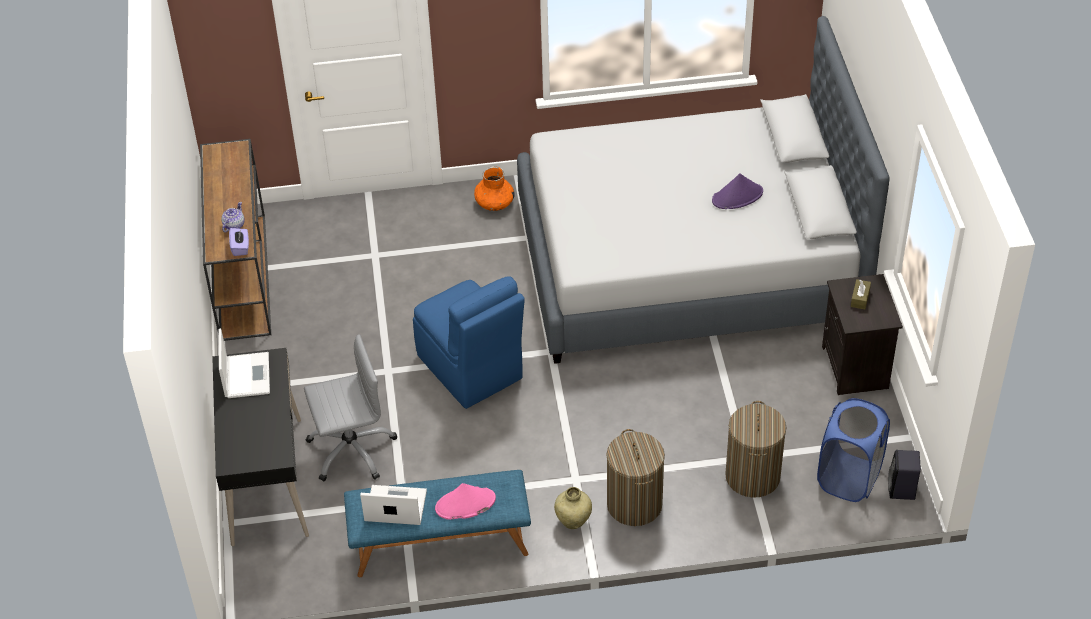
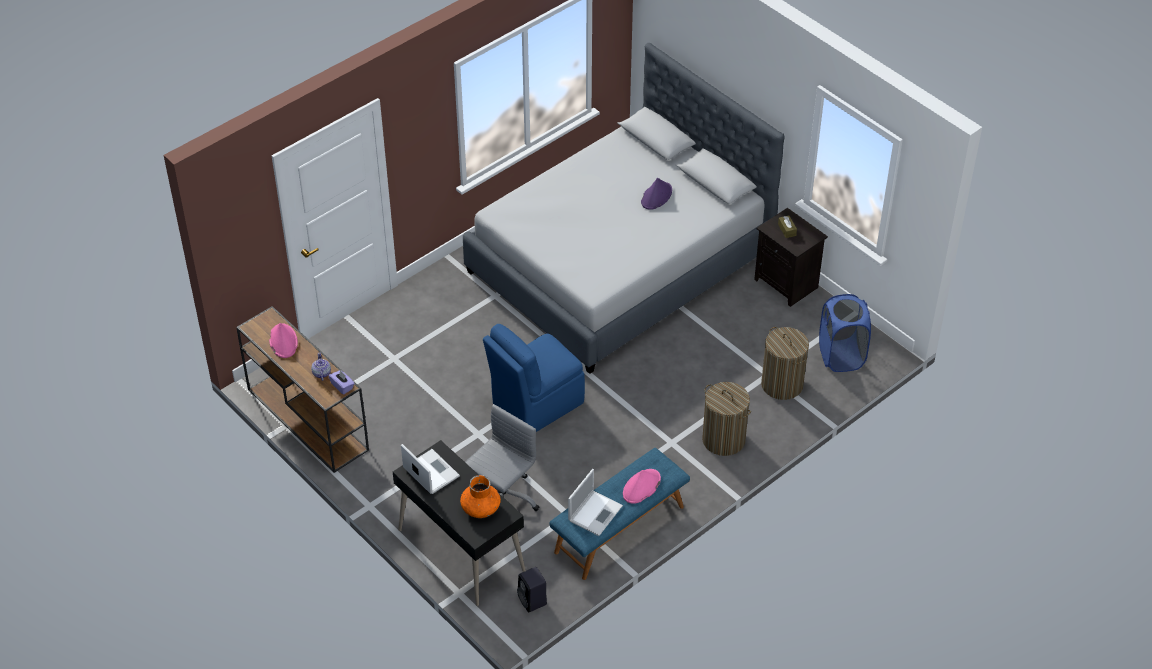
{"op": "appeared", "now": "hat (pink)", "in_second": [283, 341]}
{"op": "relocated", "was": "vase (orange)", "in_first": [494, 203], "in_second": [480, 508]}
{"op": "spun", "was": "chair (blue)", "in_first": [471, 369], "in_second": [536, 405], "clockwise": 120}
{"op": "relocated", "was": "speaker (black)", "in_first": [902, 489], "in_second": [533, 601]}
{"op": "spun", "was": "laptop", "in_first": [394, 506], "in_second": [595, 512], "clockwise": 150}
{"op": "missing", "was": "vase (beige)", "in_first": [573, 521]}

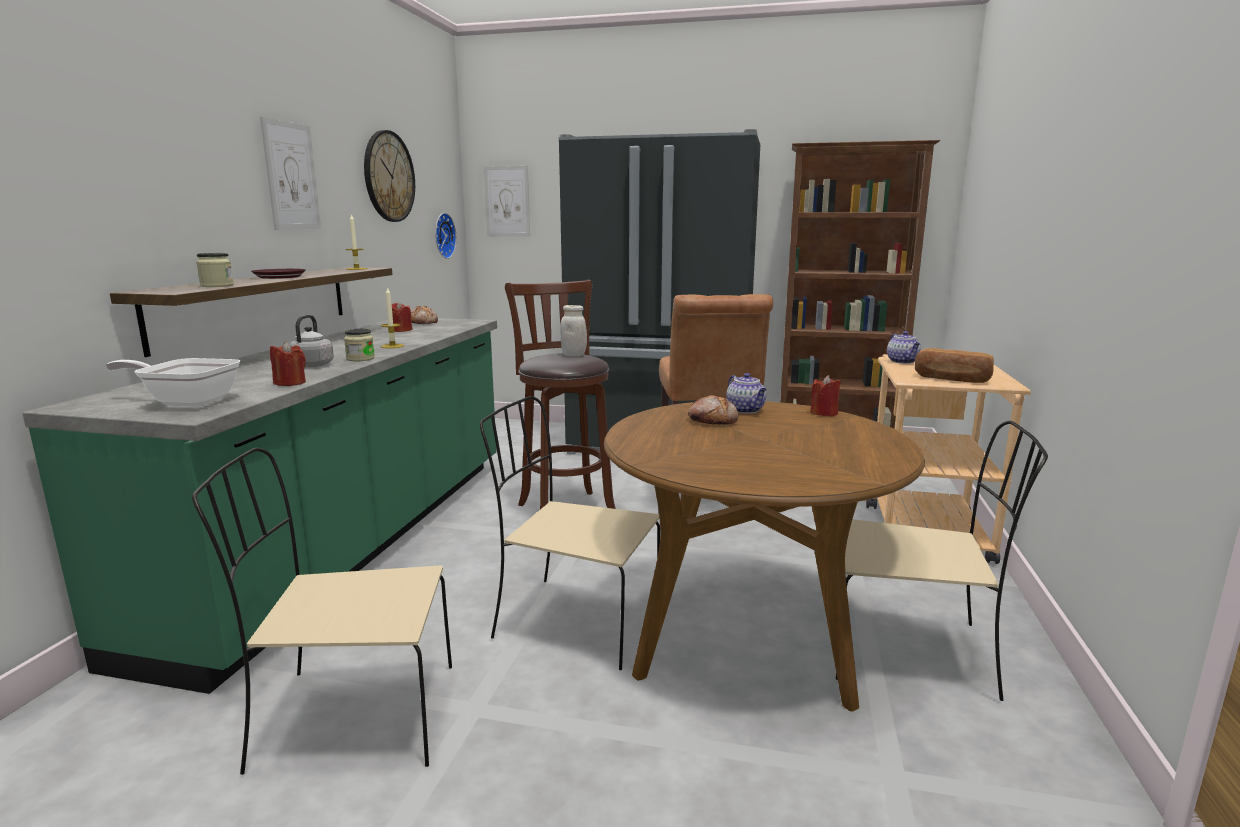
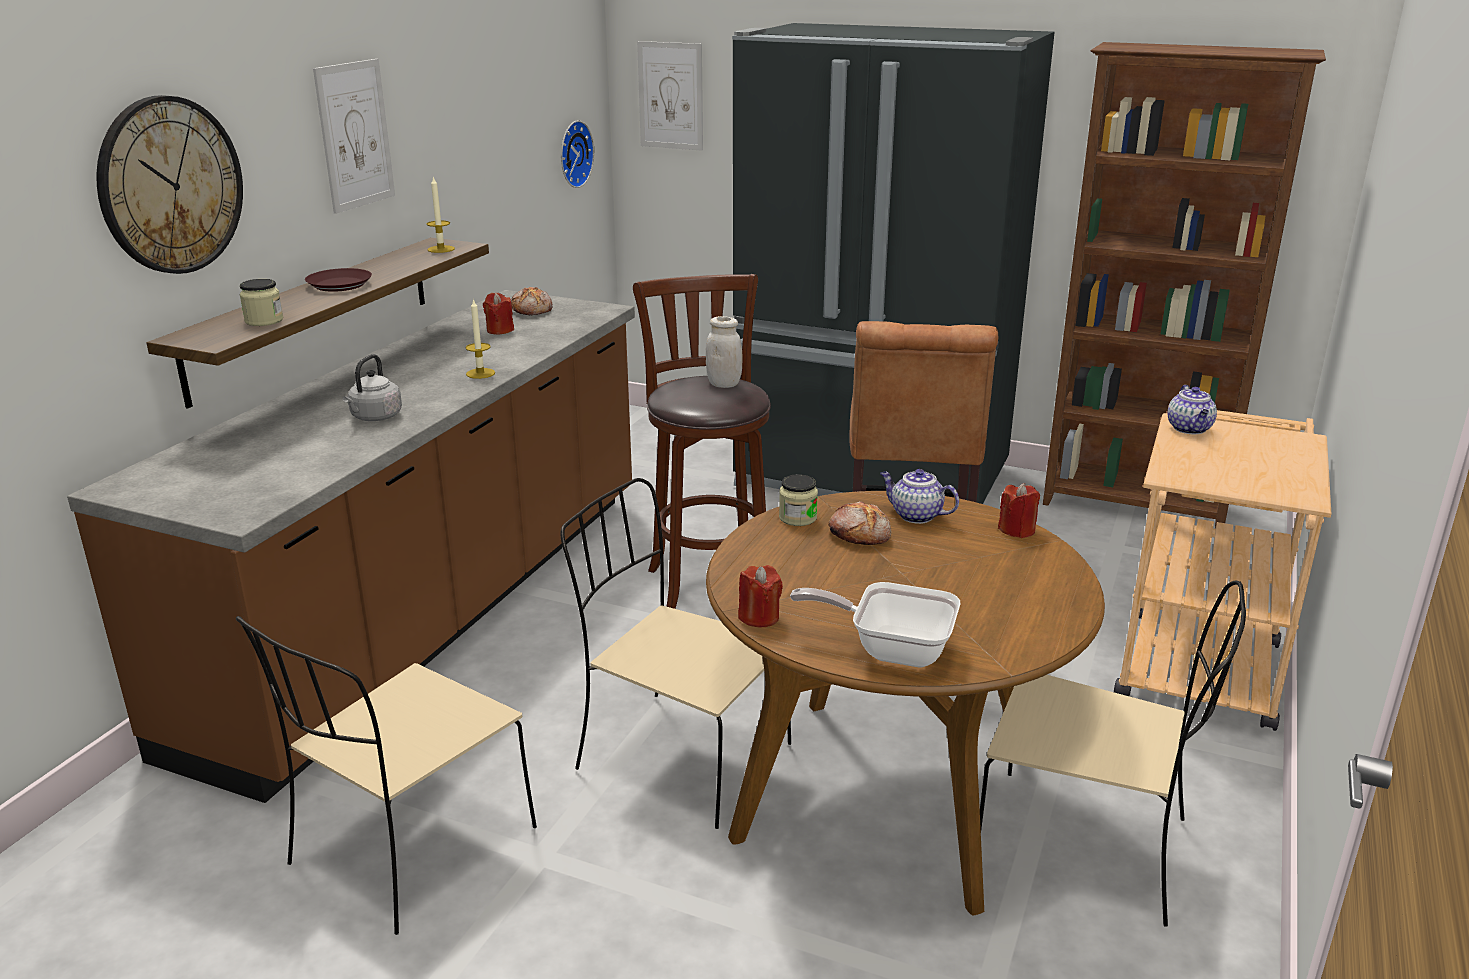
{"op": "colour", "was": "counter (green)", "now": "counter (brown)", "in_first": [354, 542], "in_second": [435, 612]}
{"op": "relocated", "was": "wall clock", "in_first": [388, 176], "in_second": [170, 185]}
{"op": "spun", "was": "chair (beige)", "in_first": [351, 717], "in_second": [409, 849], "clockwise": -60}
{"op": "relocated", "was": "candle (red)", "in_first": [290, 383], "in_second": [759, 617]}
{"op": "relocated", "was": "jar", "in_first": [360, 359], "in_second": [797, 518]}
{"op": "relocated", "was": "frying pan", "in_first": [186, 401], "in_second": [891, 649]}
{"op": "spun", "was": "teapot", "in_first": [746, 410], "in_second": [915, 515], "clockwise": 135}
{"op": "missing", "was": "bread", "in_first": [951, 379]}

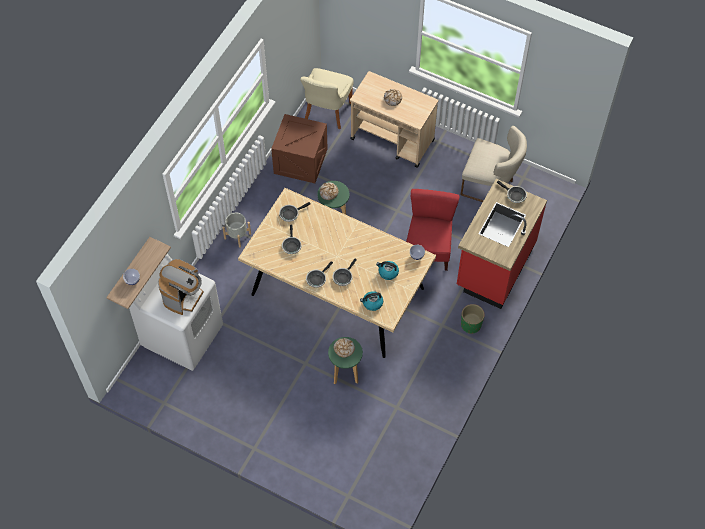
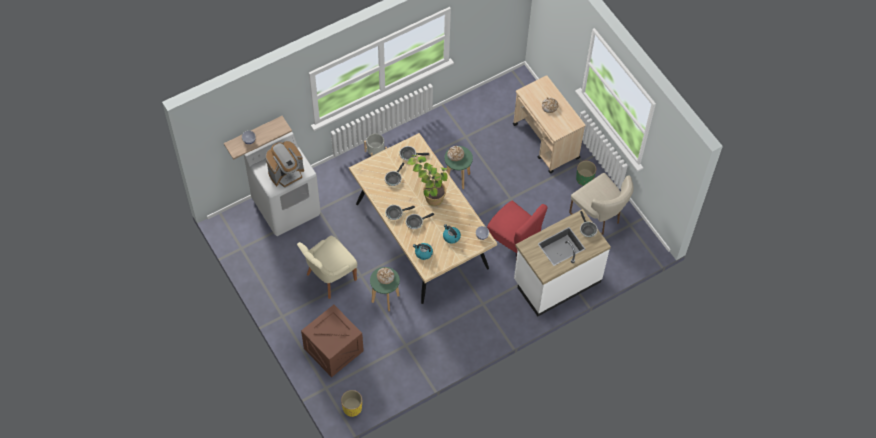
{"op": "relocated", "was": "chair (beige)", "in_first": [327, 112], "in_second": [329, 277]}
{"op": "relocated", "was": "crate", "in_first": [300, 161], "in_second": [333, 349]}
{"op": "appeared", "now": "planter (yellow)", "in_second": [352, 408]}
{"op": "appeared", "now": "potted plant", "in_second": [429, 191]}
{"op": "spun", "was": "chair (red)", "in_first": [428, 249], "in_second": [513, 241], "clockwise": 90}
{"op": "colour", "was": "counter (red)", "now": "counter (white)", "in_first": [494, 265], "in_second": [556, 281]}
{"op": "relocated", "was": "planter (green)", "in_first": [471, 325], "in_second": [584, 179]}

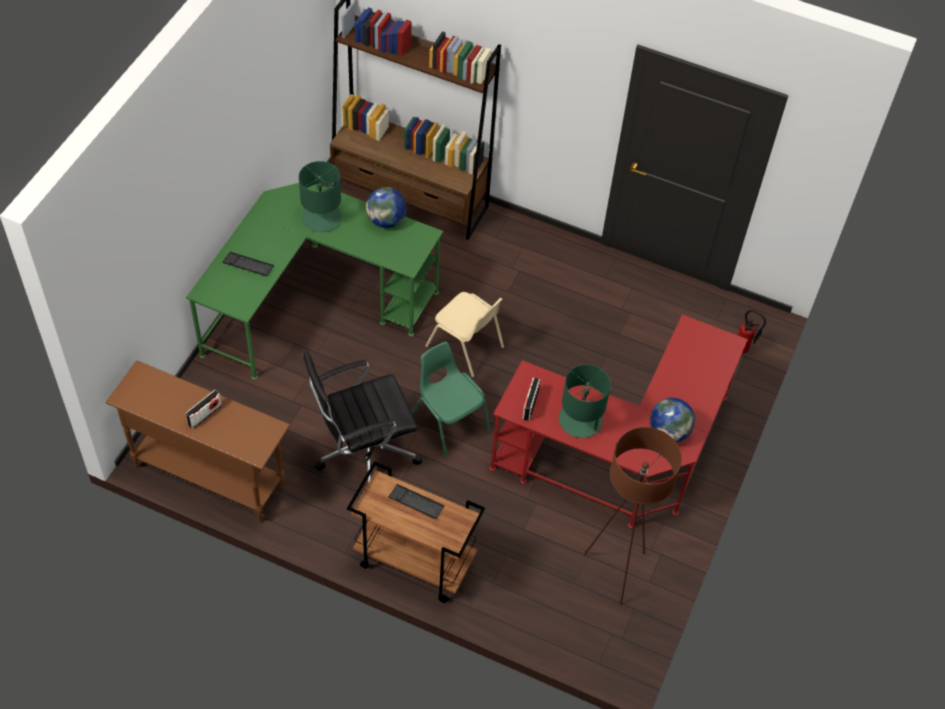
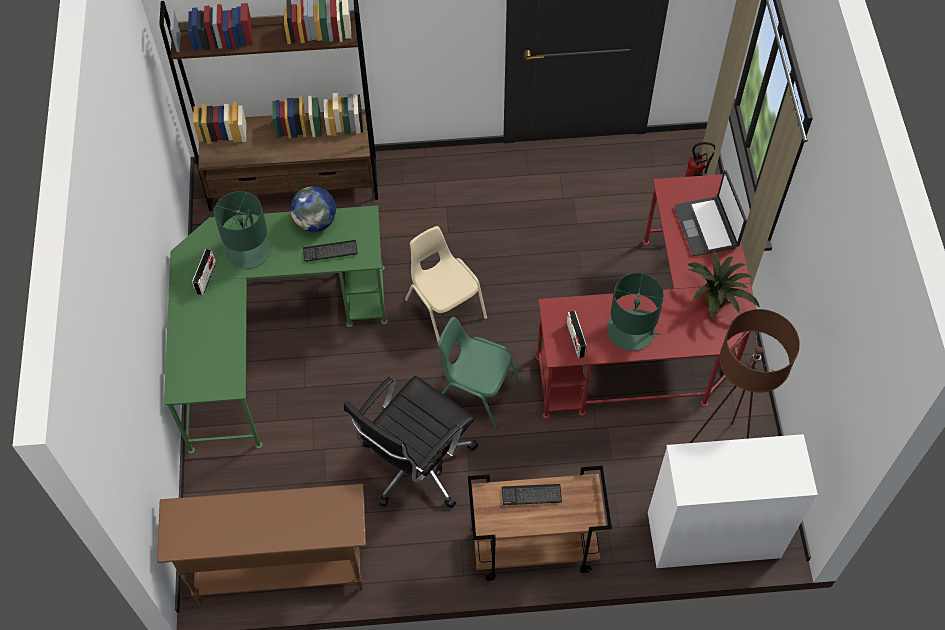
{"op": "relocated", "was": "radio", "in_first": [205, 415], "in_second": [206, 278]}
{"op": "relocated", "was": "keyboard", "in_first": [248, 264], "in_second": [330, 251]}
{"op": "spun", "was": "chair (beige)", "in_first": [465, 347], "in_second": [444, 308], "clockwise": -135}
{"op": "appeared", "now": "dresser (white)", "in_second": [713, 535]}
{"op": "appeared", "now": "laptop", "in_second": [707, 227]}
{"op": "exchanged", "was": "globe", "now": "potted plant", "in_first": [669, 432], "in_second": [716, 300]}

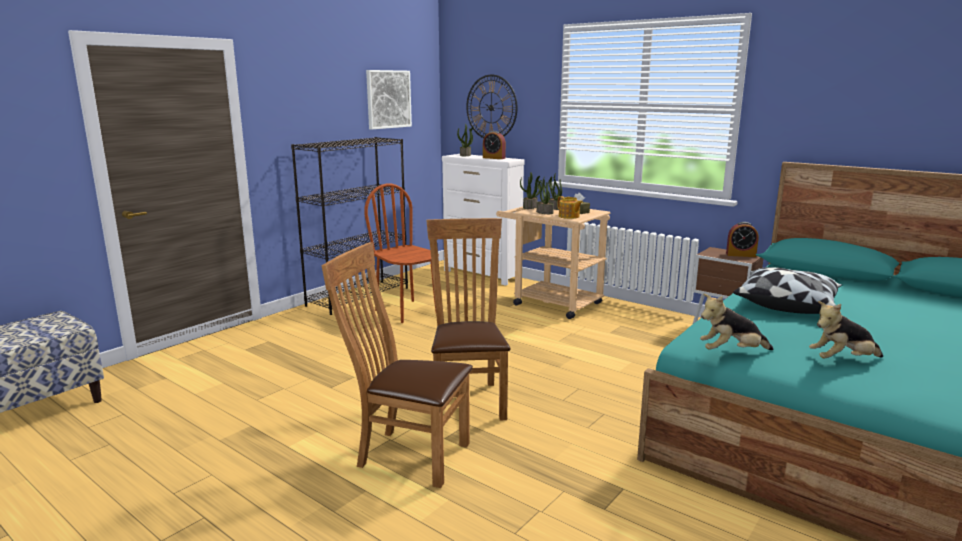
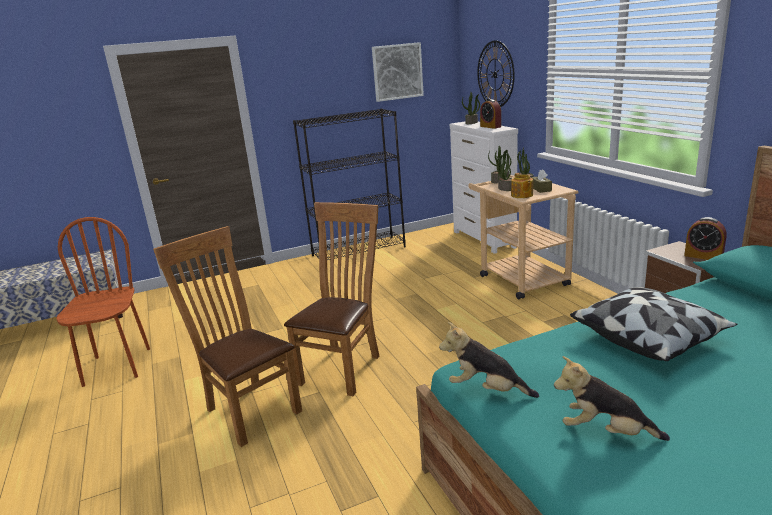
{"op": "relocated", "was": "chair (brown)", "in_first": [407, 311], "in_second": [117, 367]}

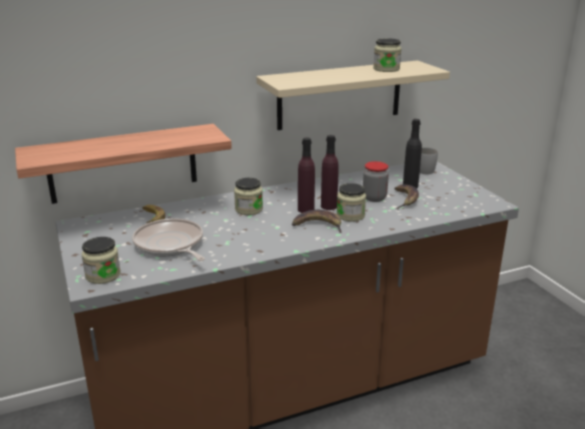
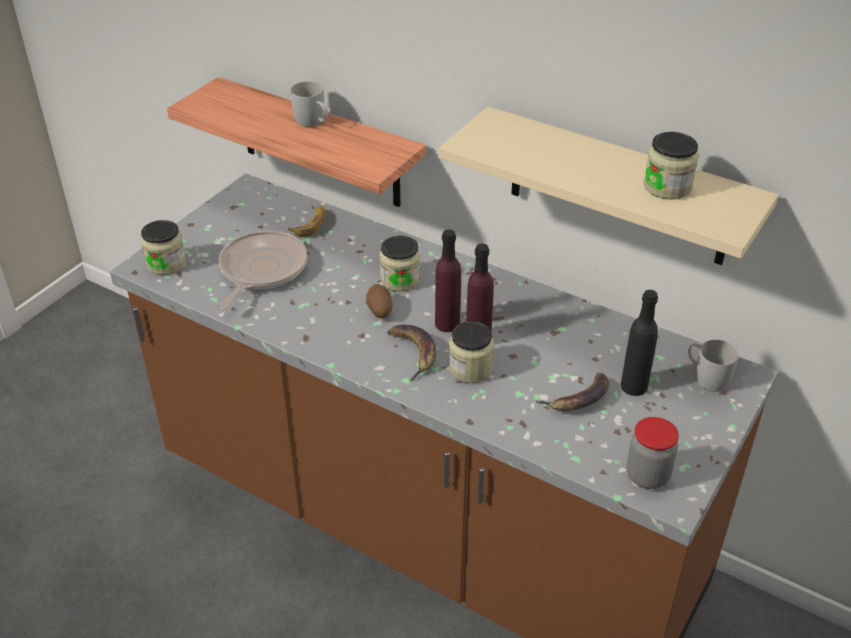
{"op": "appeared", "now": "mug (white)", "in_second": [313, 122]}
{"op": "appeared", "now": "potato", "in_second": [379, 311]}
{"op": "relocated", "was": "jar", "in_first": [374, 198], "in_second": [647, 476]}

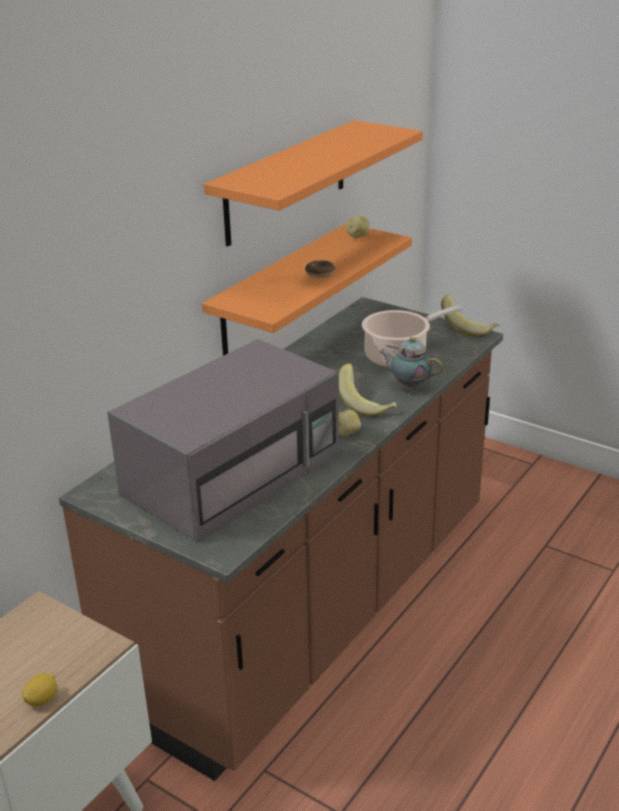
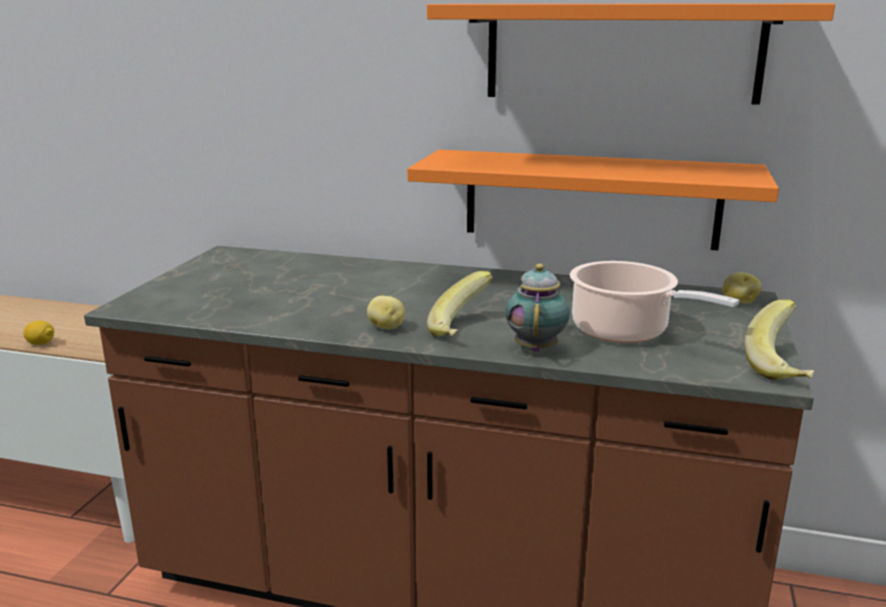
{"op": "relocated", "was": "potato", "in_first": [357, 236], "in_second": [738, 302]}
{"op": "missing", "was": "microwave (grey)", "in_first": [234, 472]}
{"op": "missing", "was": "donut", "in_first": [320, 274]}

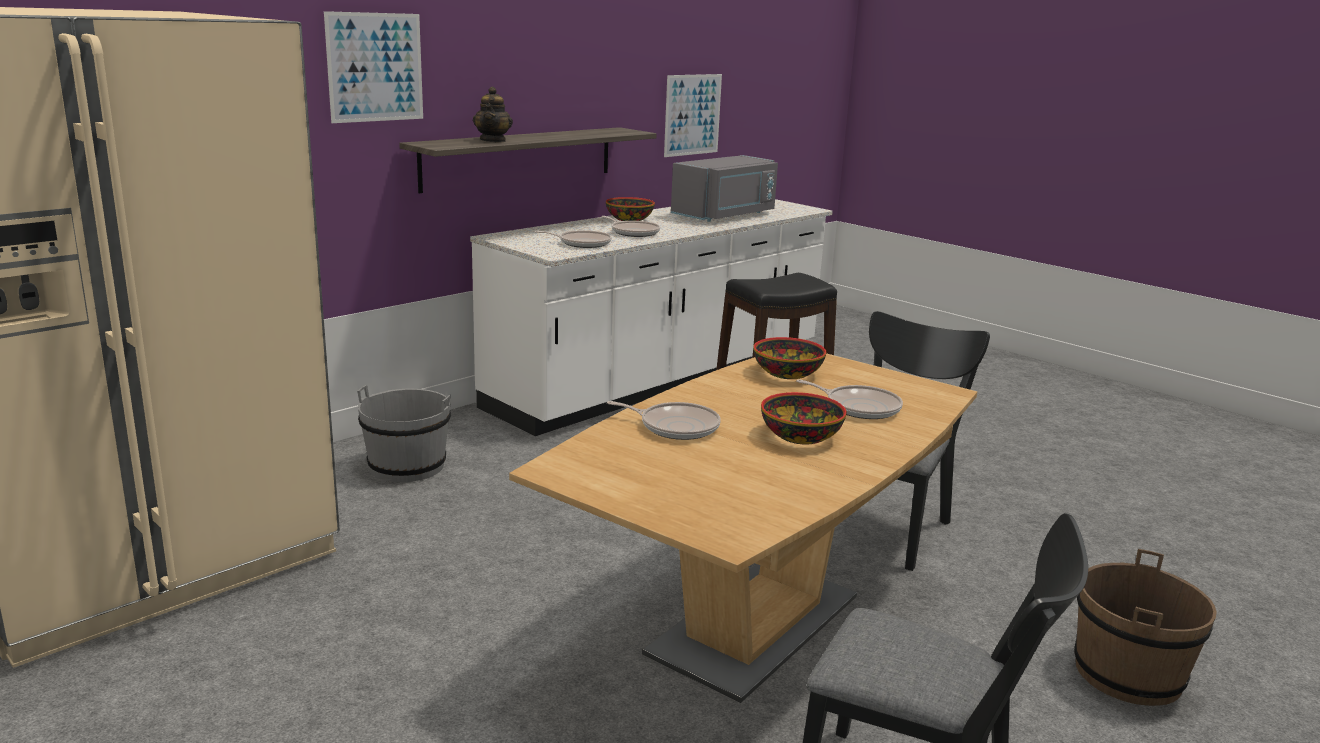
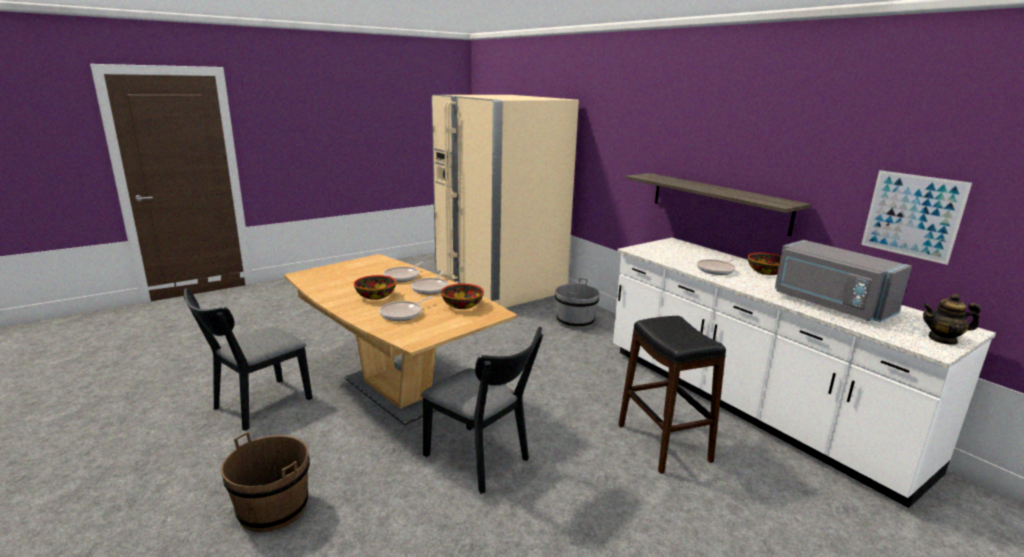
{"op": "relocated", "was": "frying pan", "in_first": [582, 243], "in_second": [431, 288]}
{"op": "relocated", "was": "teapot", "in_first": [493, 141], "in_second": [943, 339]}
{"op": "missing", "was": "picture", "in_first": [375, 67]}

